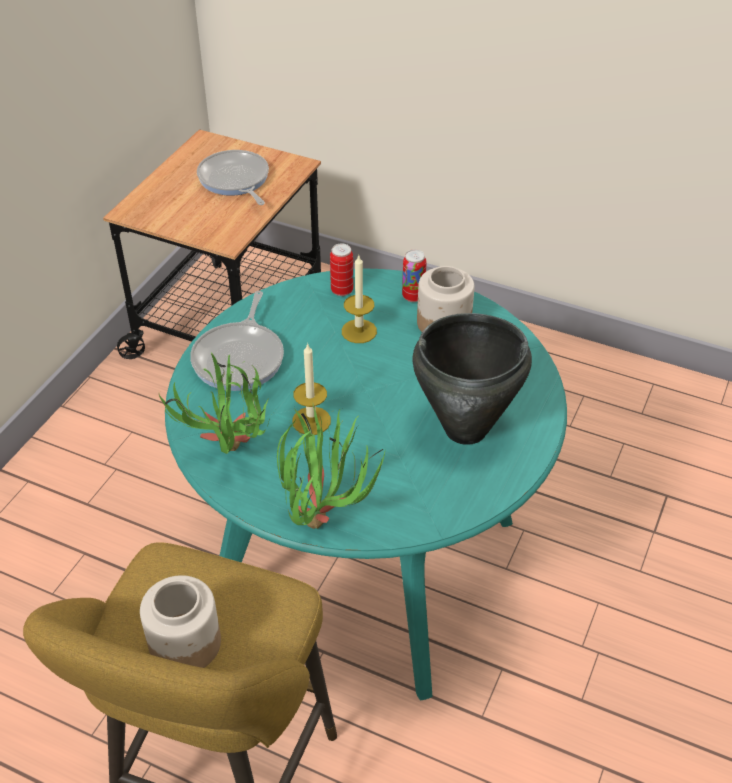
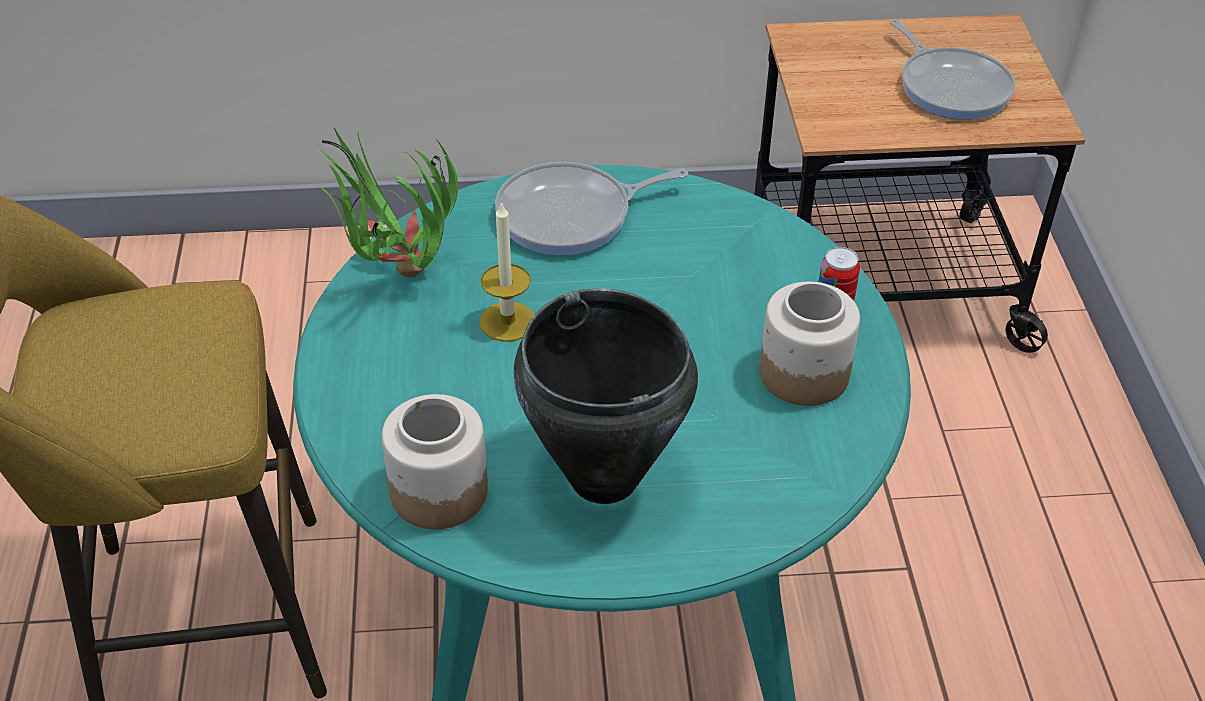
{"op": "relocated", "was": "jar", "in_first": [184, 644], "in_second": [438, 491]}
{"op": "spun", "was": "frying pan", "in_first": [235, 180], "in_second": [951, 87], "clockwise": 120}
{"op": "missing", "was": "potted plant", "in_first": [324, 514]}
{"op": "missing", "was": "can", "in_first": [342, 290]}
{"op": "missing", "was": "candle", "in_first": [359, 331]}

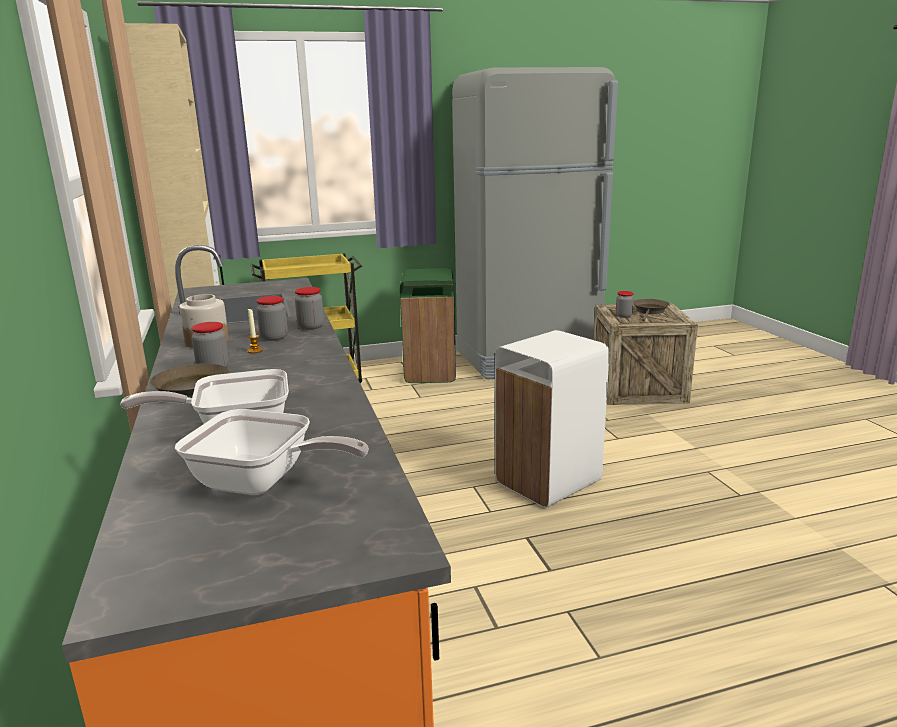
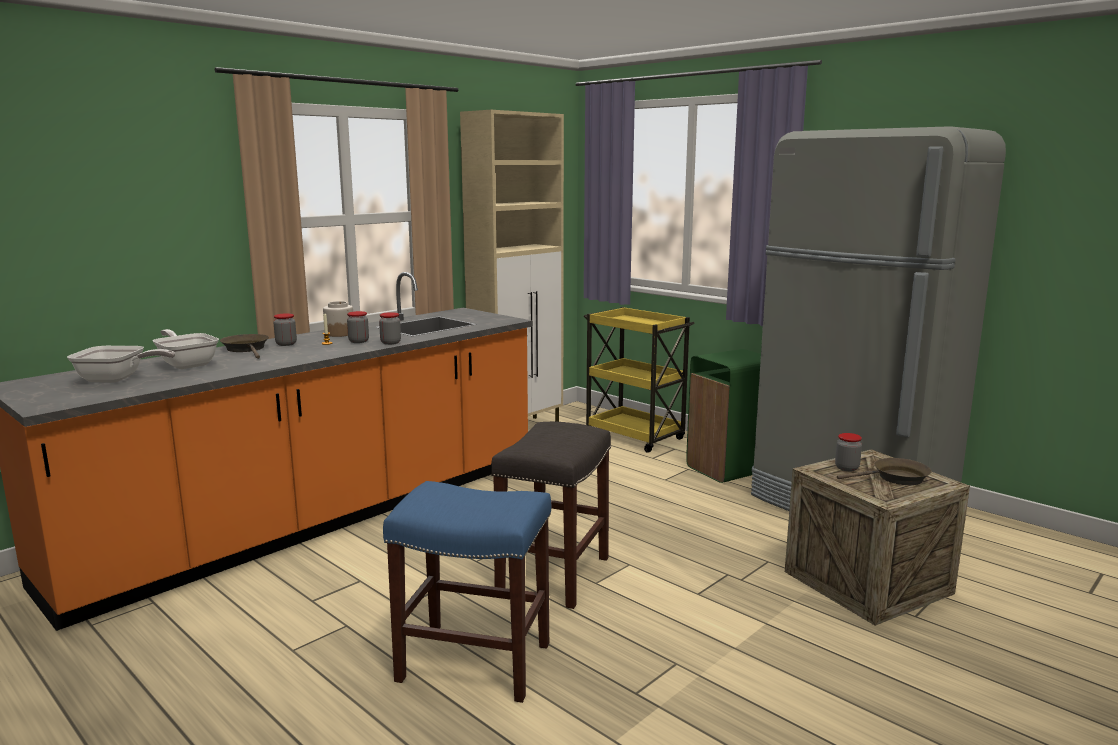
{"op": "spun", "was": "frying pan", "in_first": [263, 483], "in_second": [117, 379], "clockwise": -75}
{"op": "appeared", "now": "stool (blue)", "in_second": [472, 662]}
{"op": "exchanged", "was": "trash can (white)", "now": "stool (grey)", "in_first": [549, 482], "in_second": [554, 575]}

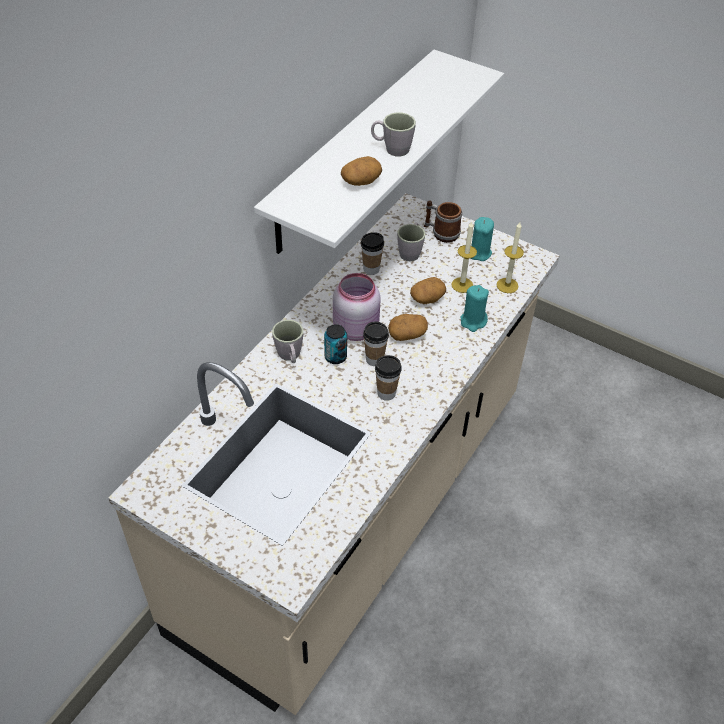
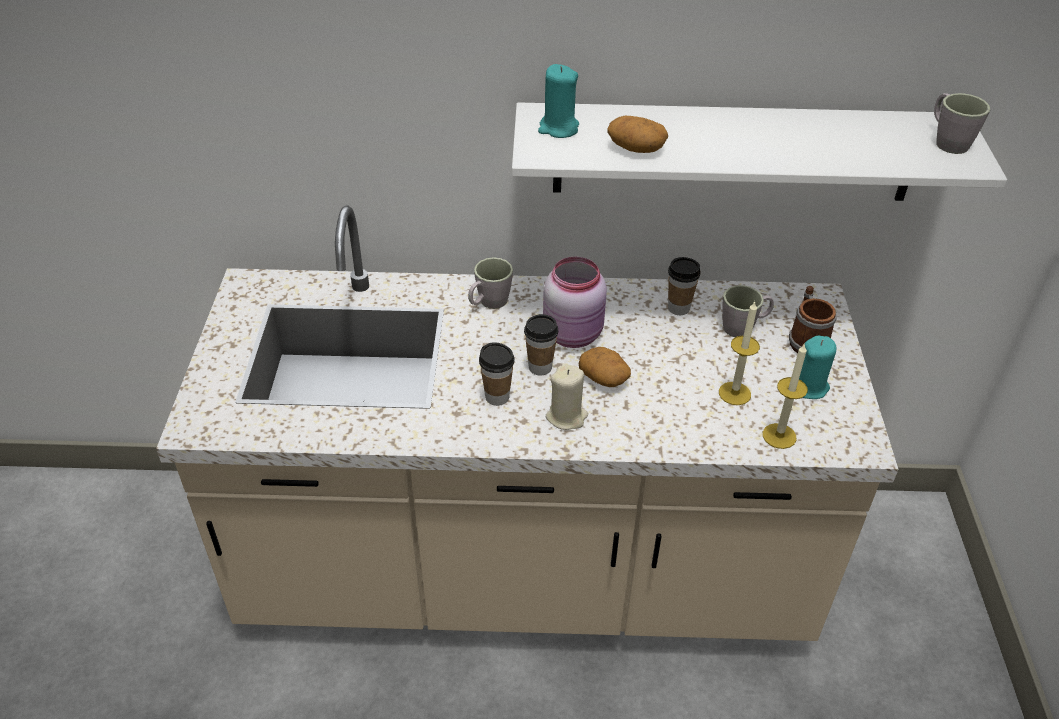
{"op": "relocated", "was": "candle (turquoise)", "in_first": [473, 321], "in_second": [558, 128]}
{"op": "appeared", "now": "candle (beige)", "in_second": [566, 417]}
{"op": "relocated", "was": "mug (grey)", "in_first": [391, 148], "in_second": [947, 141]}
{"op": "missing", "was": "can", "in_first": [335, 357]}
{"op": "missing", "was": "potato", "in_first": [427, 298]}

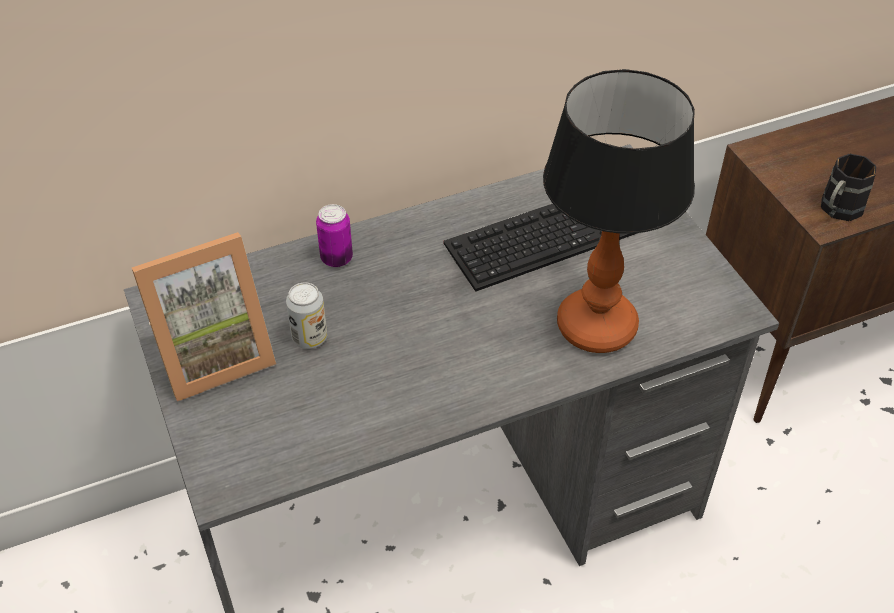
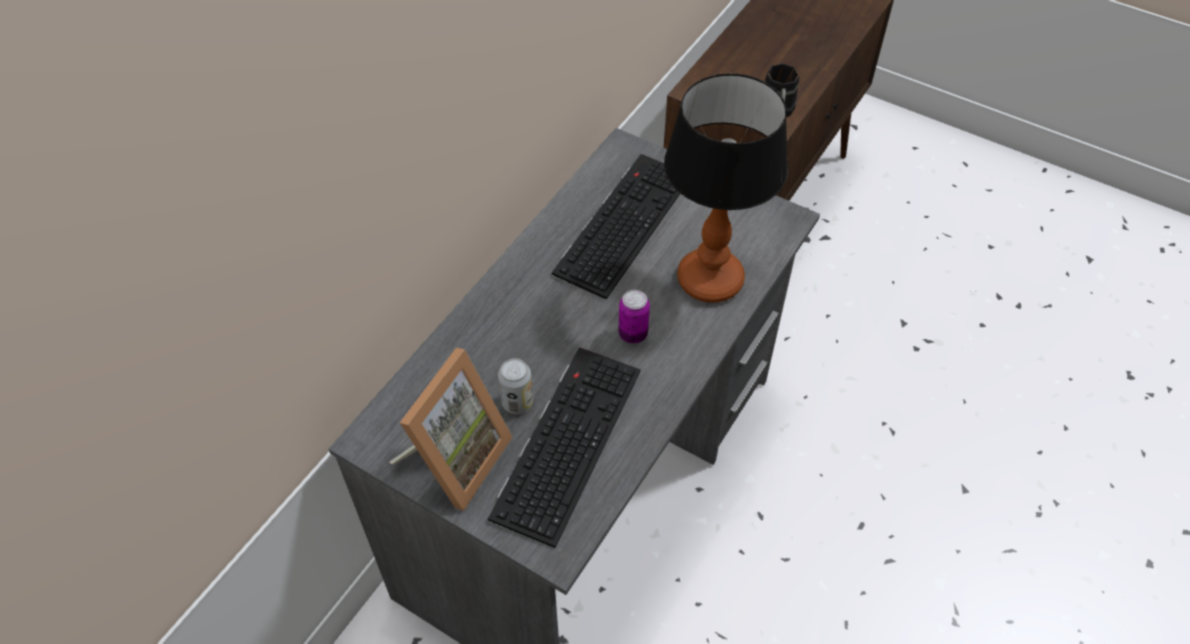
{"op": "appeared", "now": "keyboard", "in_second": [565, 439]}
{"op": "relocated", "was": "can", "in_first": [336, 258], "in_second": [633, 334]}

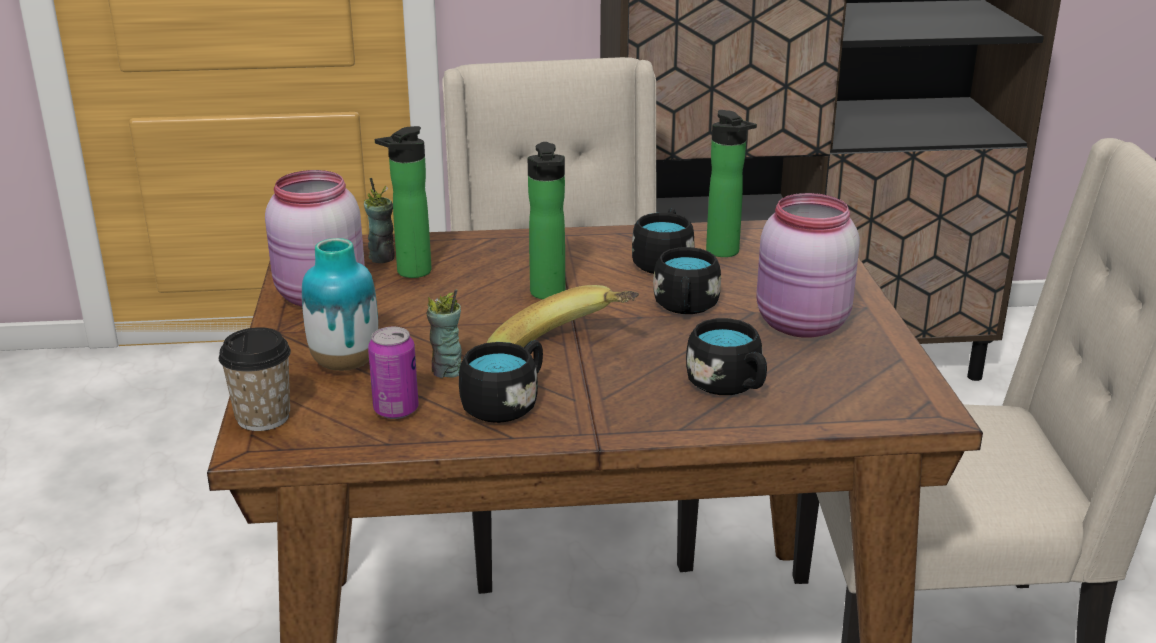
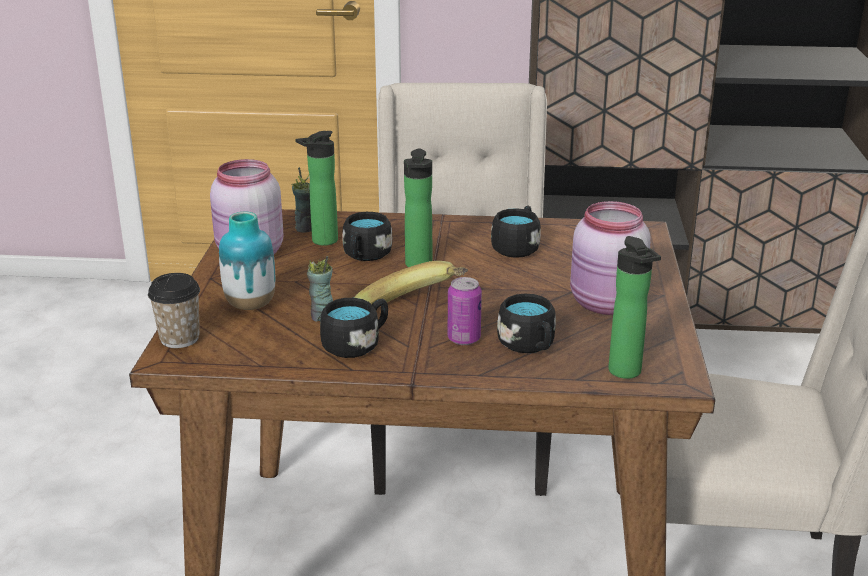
{"op": "relocated", "was": "mug (black)", "in_first": [685, 307], "in_second": [365, 256]}
{"op": "relocated", "was": "can", "in_first": [396, 410], "in_second": [464, 339]}
{"op": "relocated", "was": "bottle", "in_first": [725, 253], "in_second": [627, 373]}

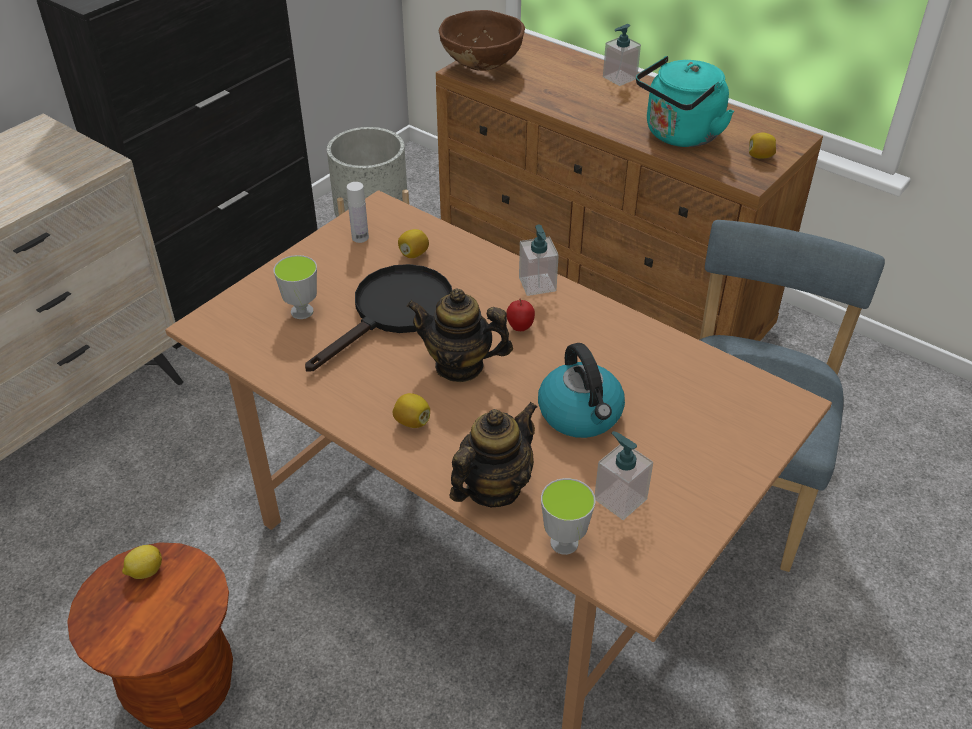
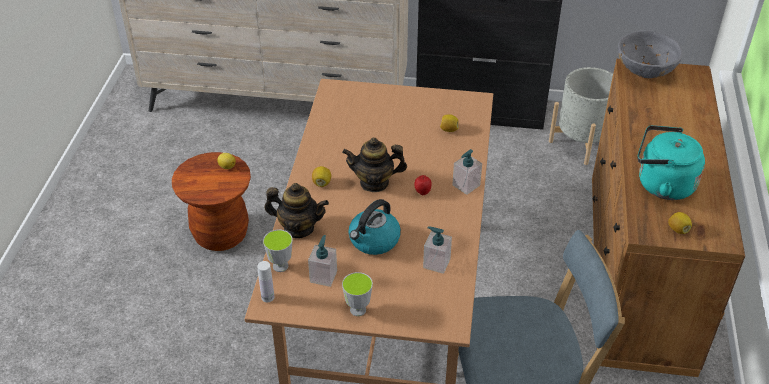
{"op": "relocated", "was": "bottle (white)", "in_first": [360, 237], "in_second": [267, 297]}
{"op": "spun", "was": "teapot", "in_first": [459, 365], "in_second": [374, 182], "clockwise": -75}
{"op": "relocated", "was": "cup", "in_first": [302, 311], "in_second": [358, 310]}
{"op": "relocated", "was": "soap dispenser", "in_first": [619, 78], "in_second": [436, 263]}
{"op": "colour", "was": "bowl (brown)", "now": "bowl (grey)", "in_first": [481, 66], "in_second": [644, 73]}
{"op": "missing", "was": "frying pan (black)", "in_first": [394, 313]}

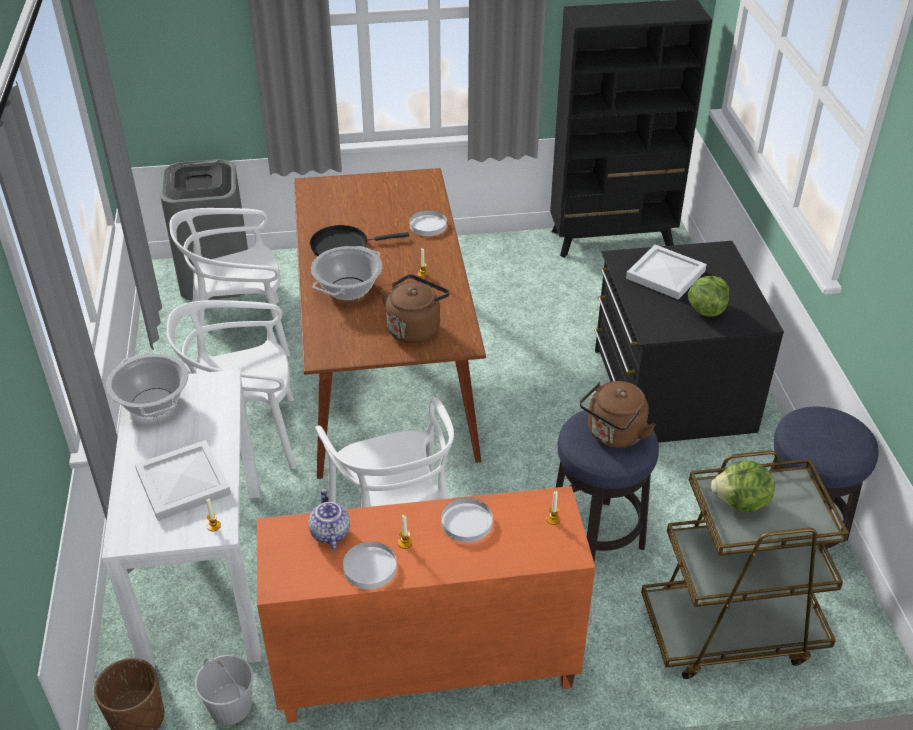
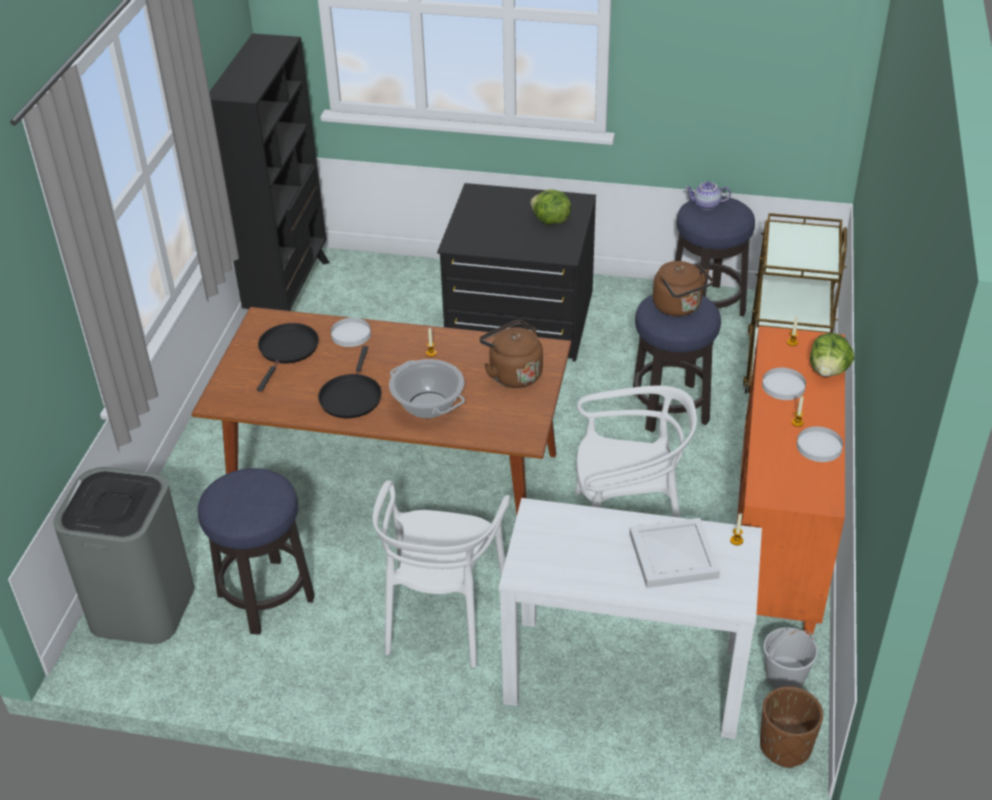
{"op": "exchanged", "was": "chair (white)", "now": "stool", "in_first": [242, 334], "in_second": [266, 597]}
{"op": "appeared", "now": "frying pan (black)", "in_second": [287, 350]}
{"op": "relocated", "was": "teapot", "in_first": [329, 533], "in_second": [706, 205]}
{"op": "relocated", "was": "lettuce", "in_first": [741, 503], "in_second": [828, 371]}
{"op": "missing", "was": "cooking pot", "in_first": [153, 403]}
{"op": "missing", "was": "tray (white)", "in_first": [665, 273]}

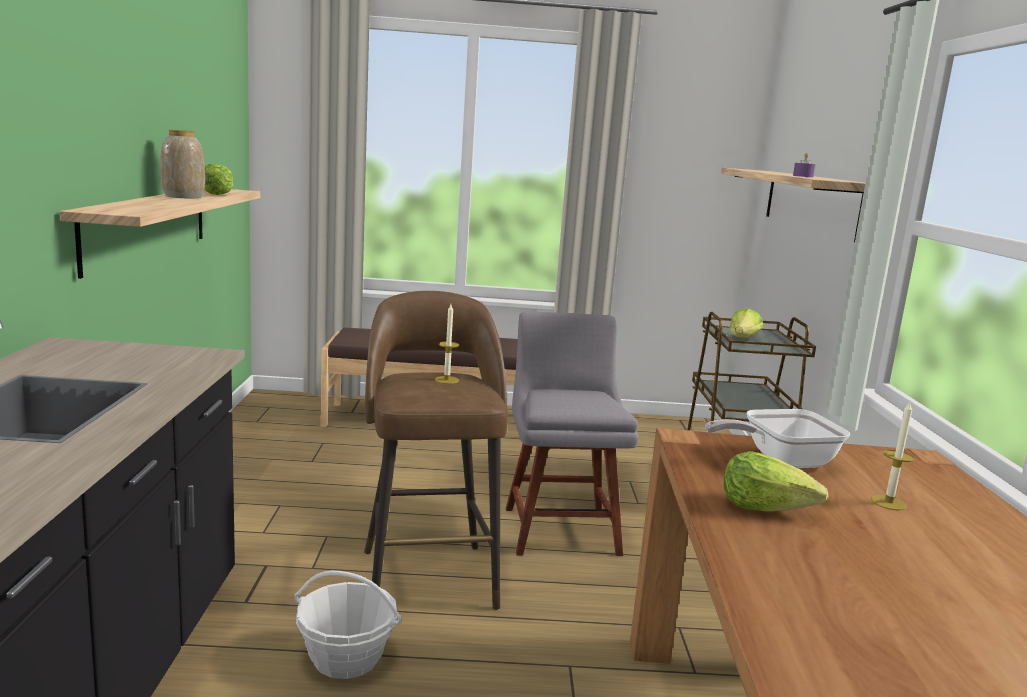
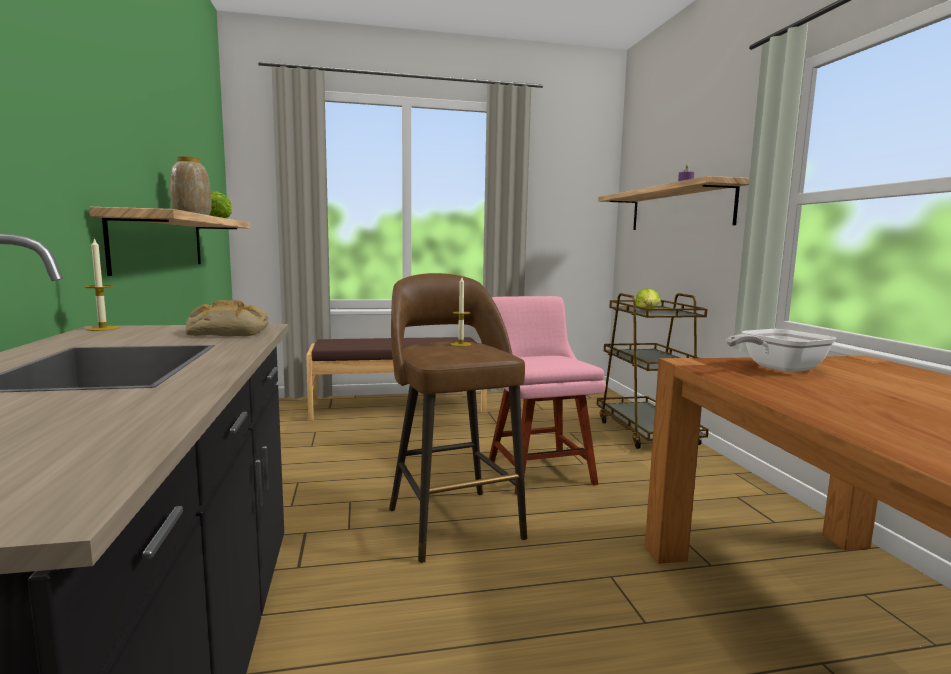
{"op": "relocated", "was": "candle", "in_first": [888, 503], "in_second": [102, 328]}
{"op": "appeared", "now": "bread", "in_second": [227, 332]}
{"op": "colour", "was": "chair (grey)", "now": "chair (pink)", "in_first": [560, 527], "in_second": [538, 470]}
{"op": "missing", "was": "basket", "in_first": [346, 658]}
{"op": "missing", "was": "lettuce", "in_first": [765, 508]}

